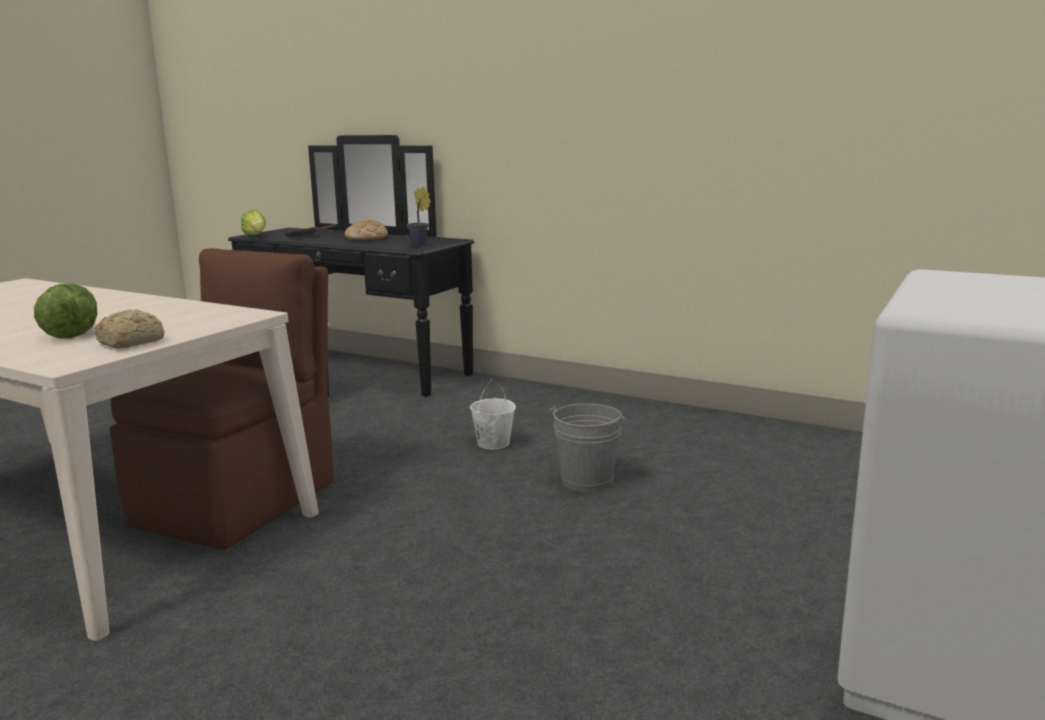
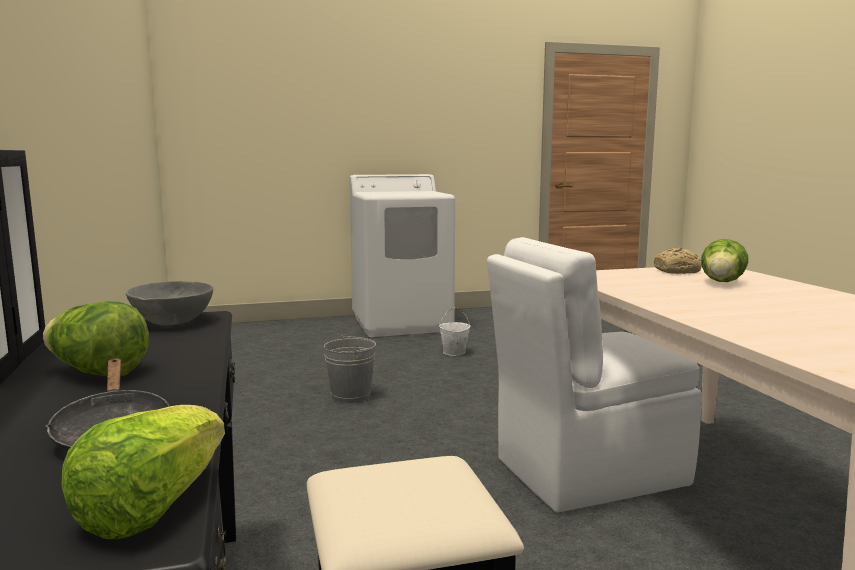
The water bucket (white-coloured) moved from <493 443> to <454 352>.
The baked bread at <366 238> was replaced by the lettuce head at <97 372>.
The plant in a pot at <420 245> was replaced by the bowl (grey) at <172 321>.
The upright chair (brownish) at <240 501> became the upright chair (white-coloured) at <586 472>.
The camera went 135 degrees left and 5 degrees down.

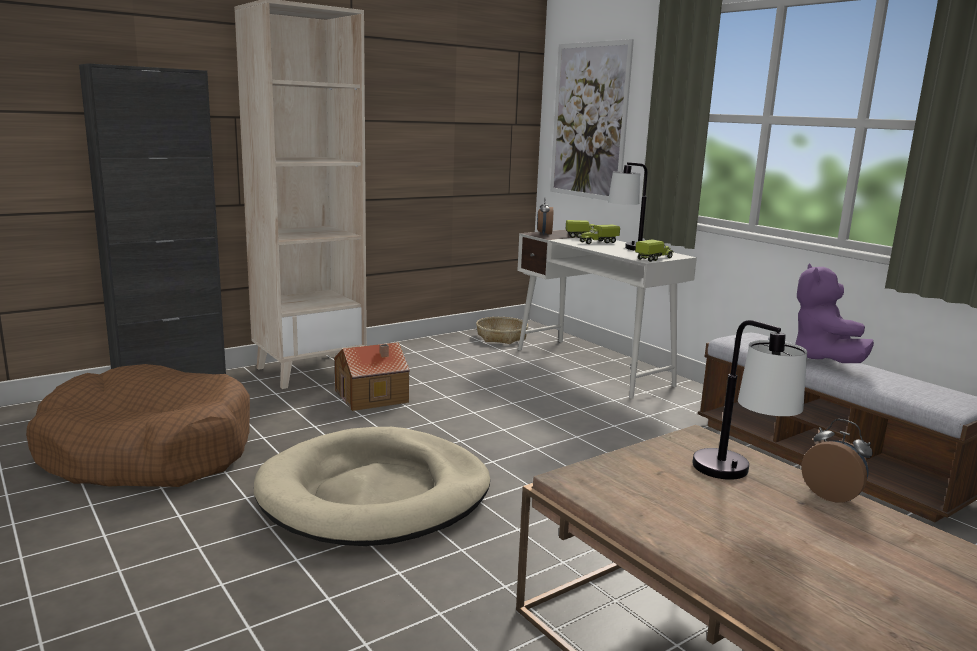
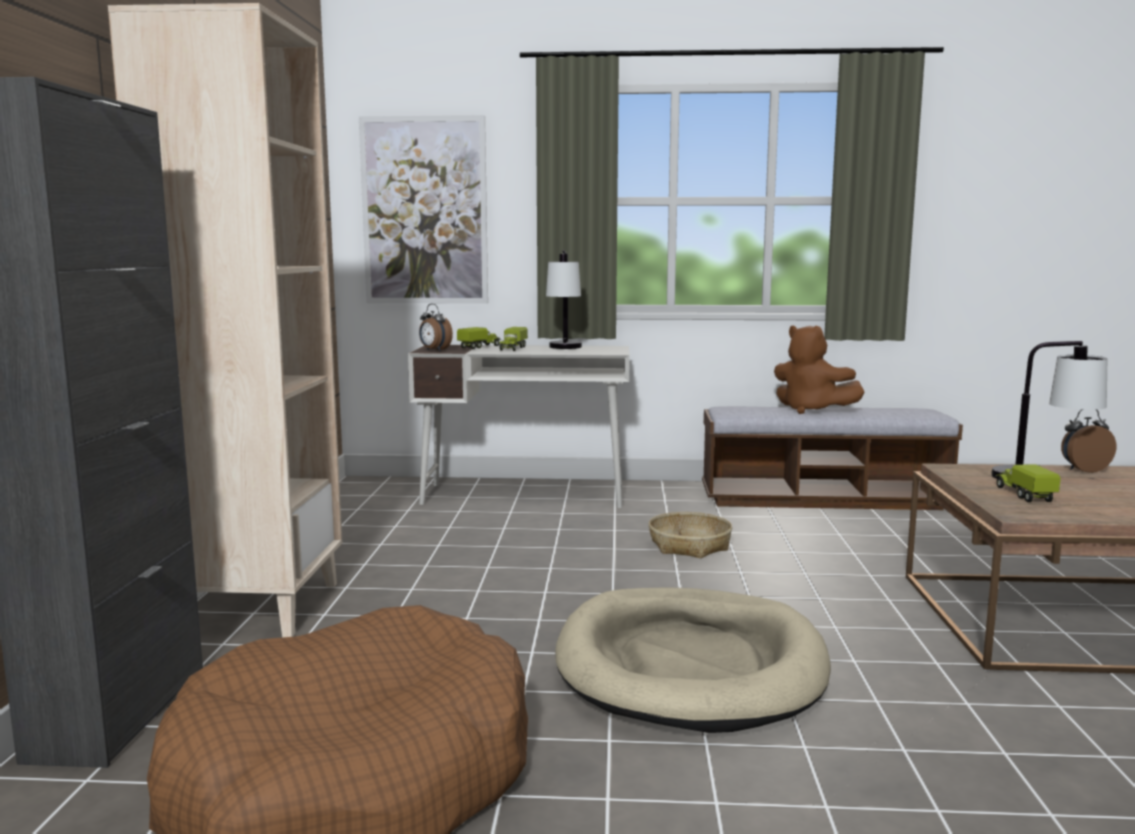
The toy house at <373 396> disappeared.
The basket moved from <501 337> to <689 545>.
The toy lorry moved from <654 259> to <1023 494>.
The plush toy (purplish) at <822 360> became the plush toy (brownish) at <811 410>.
The camera went 50 degrees left and 5 degrees down.

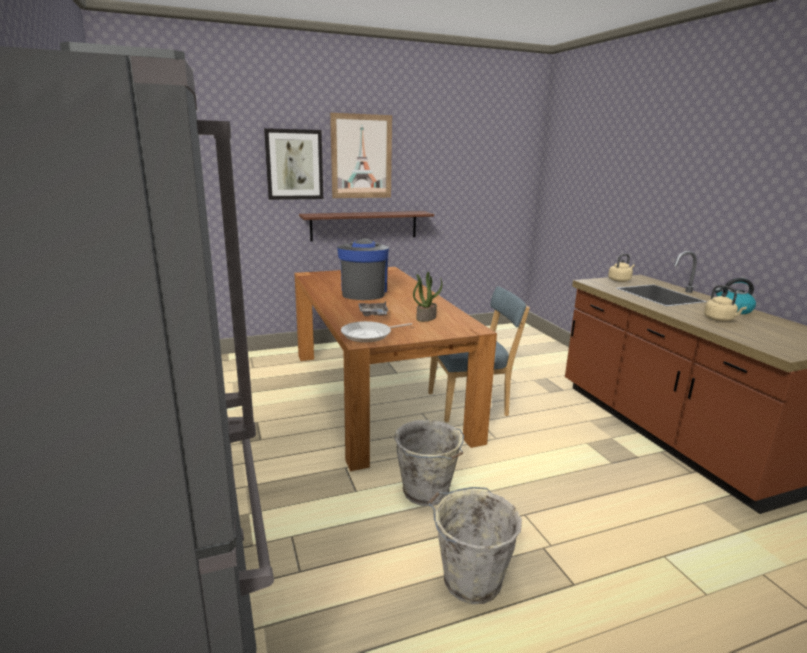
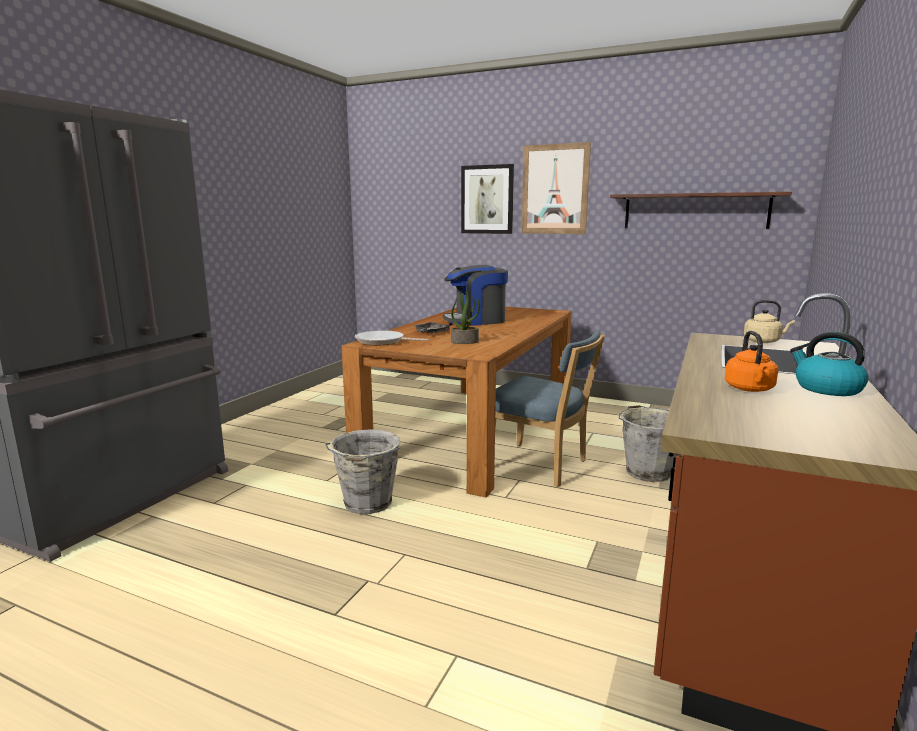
The bracket shelf moved from <364 225> to <695 211>.
The water bucket (grey) moved from <469 579> to <647 472>.
The water kettle (beige) at <720 319> became the water kettle (orange-coloured) at <750 389>.
The coffee machine at <363 292> turned 150 degrees counterclockwise.
The camera went 45 degrees right and 5 degrees down.

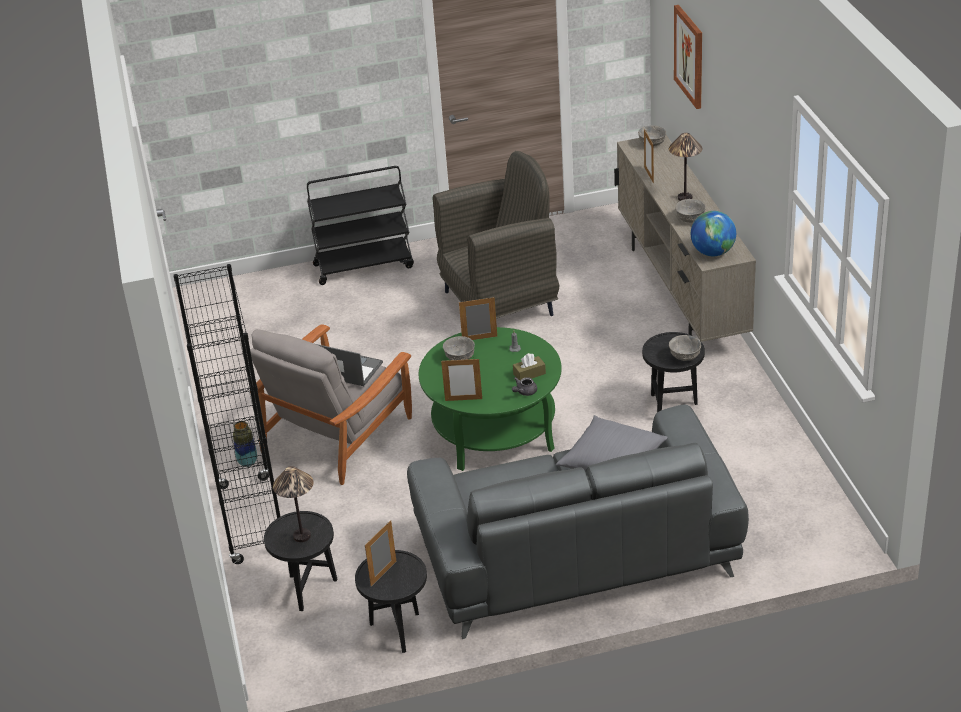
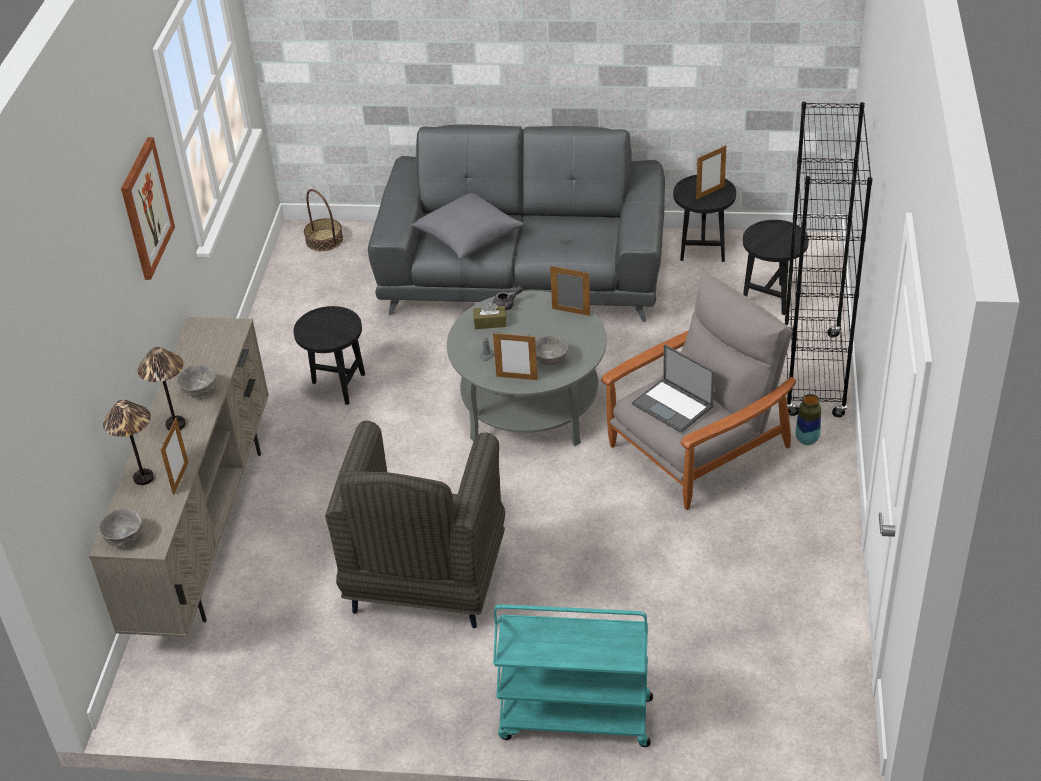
The bowl (grey) at <684 356> disappeared.
The desk globe at <712 252> disappeared.
The basket at <324 240> appeared.
The table lamp moved from <302 536> to <143 478>.
The wall art moved from <689 56> to <146 208>.
The wheeled cart (blackish) at <364 265> became the wheeled cart (blue-green) at <574 719>.
The lounge table (green) at <494 431> became the lounge table (grey) at <530 406>.
The lounge chair (grey) at <500 303> turned 75 degrees counterclockwise.
The camera went 160 degrees left and 5 degrees up.

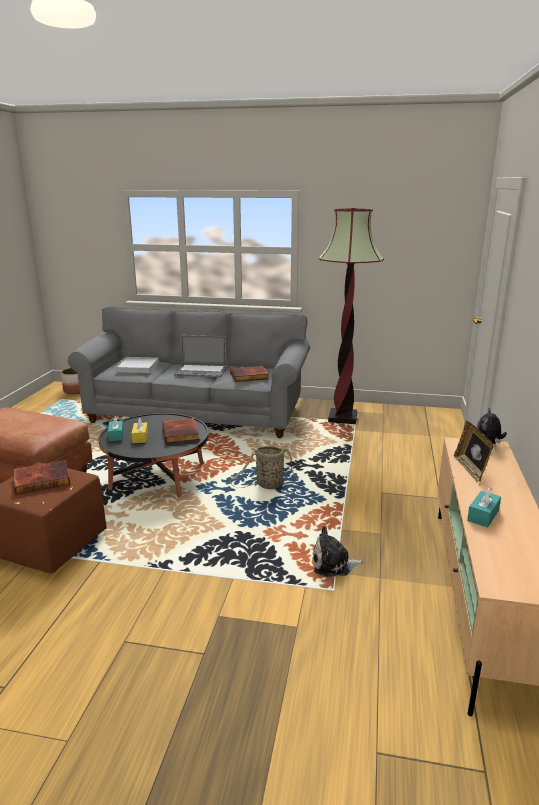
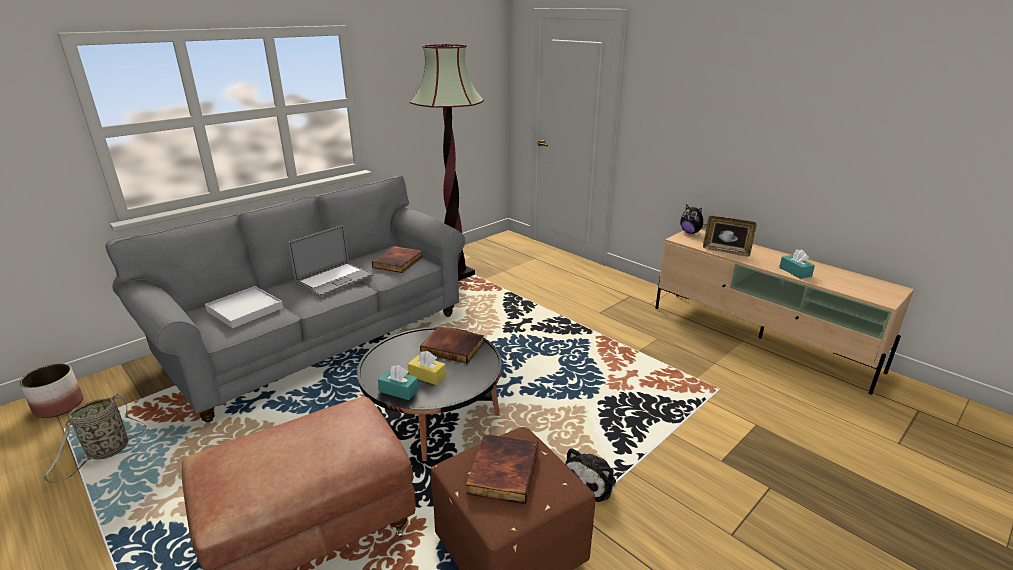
The basket moved from <267 485> to <106 452>.
The plush toy moved from <333 564> to <591 481>.
The camera went 55 degrees left and 5 degrees up.

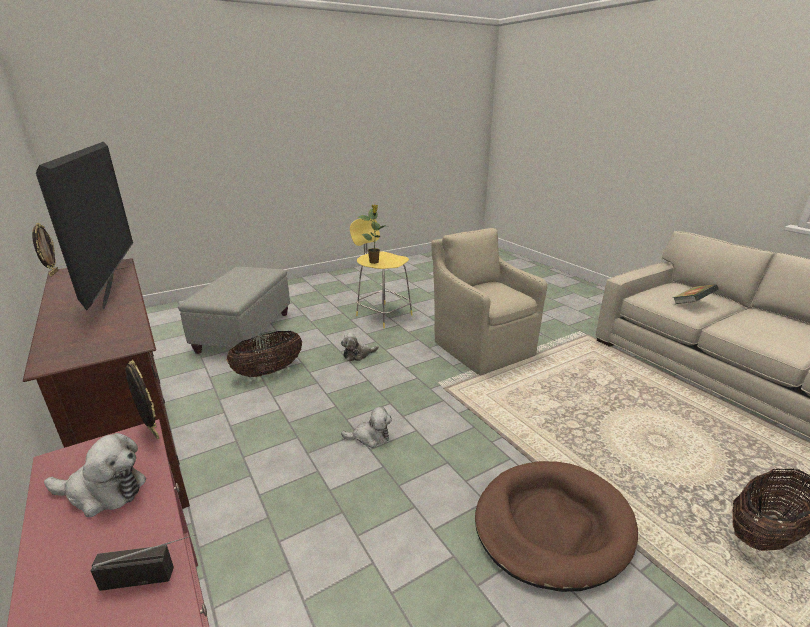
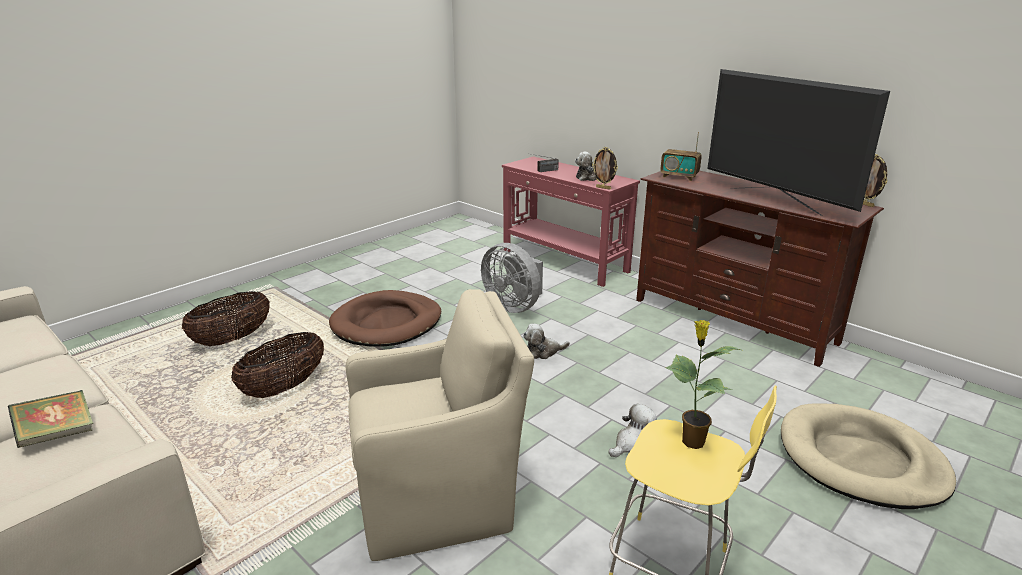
The electric fan (grey) at <514 306> appeared.
The radio set at <679 177> appeared.
The basket moved from <268 371> to <284 387>.
The pouffe (grey) at <245 331> was replaced by the pet bed (beige) at <860 460>.
The lounge chair (beige) at <481 347> turned 60 degrees counterclockwise.
The camera went 165 degrees right and 0 degrees up.

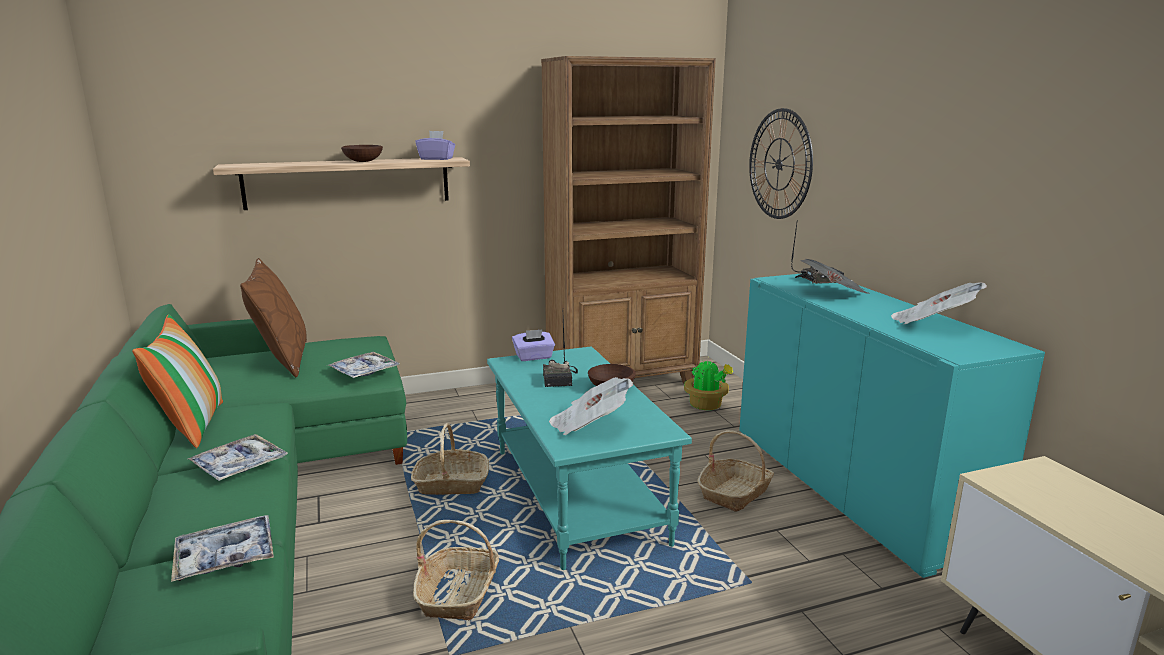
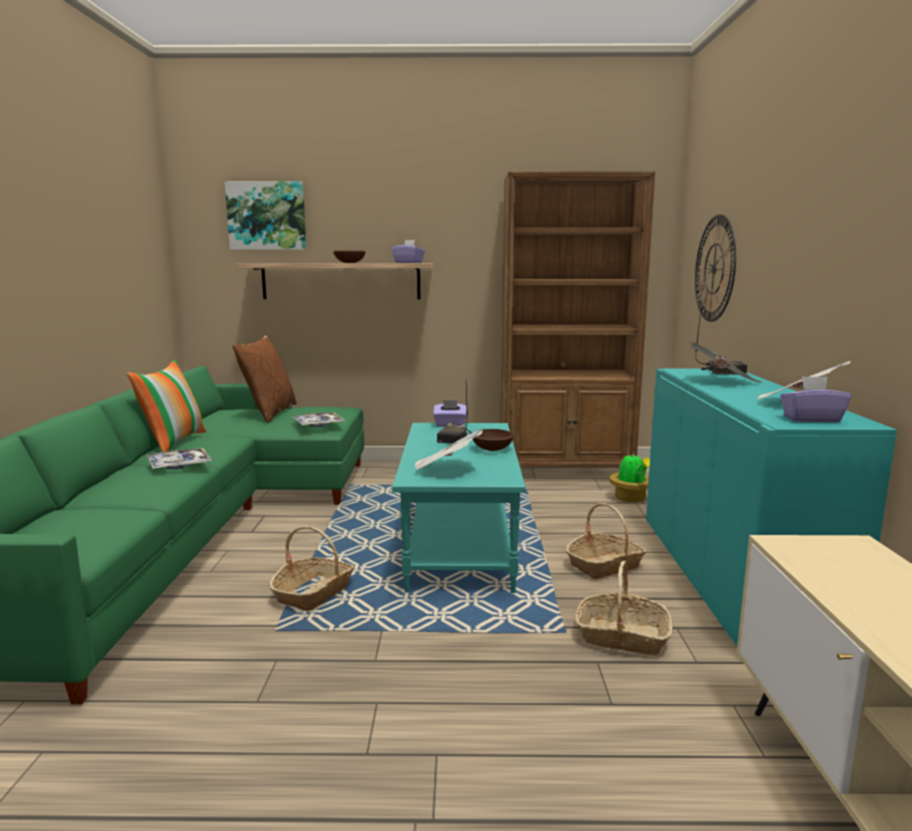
The carrying tray at <225 557> disappeared.
The wall art at <267 216> appeared.
The tissue holder (purplish) at <811 419> appeared.
The basket moved from <451 484> to <621 636>.
The camera went 20 degrees right and 5 degrees down.

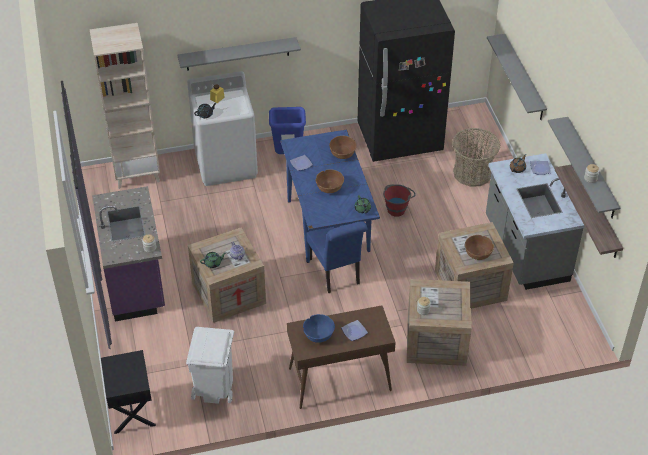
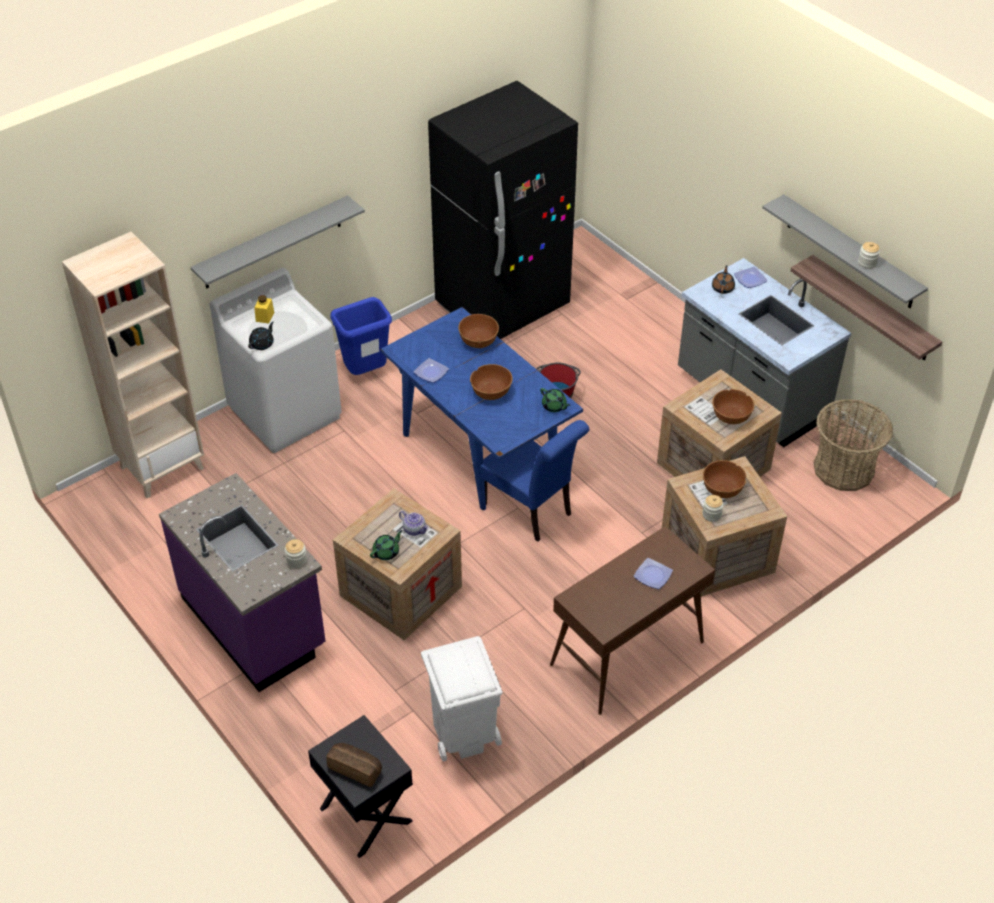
The bowl (blue) at <318 335> disappeared.
The bracket shelf (grey) at <524 78> disappeared.
The baked bread at <356 768> appeared.
The bowl (brownish) at <722 489> appeared.
The basket moved from <472 173> to <844 469>.
The camera went 25 degrees left and 0 degrees up.

